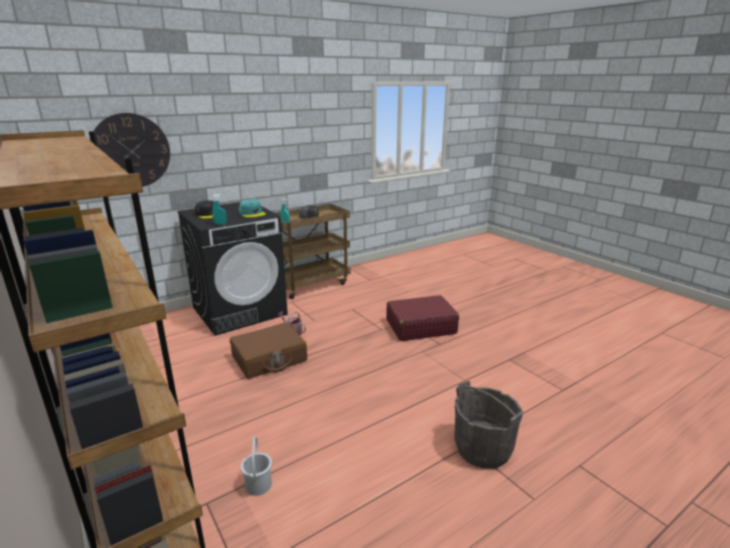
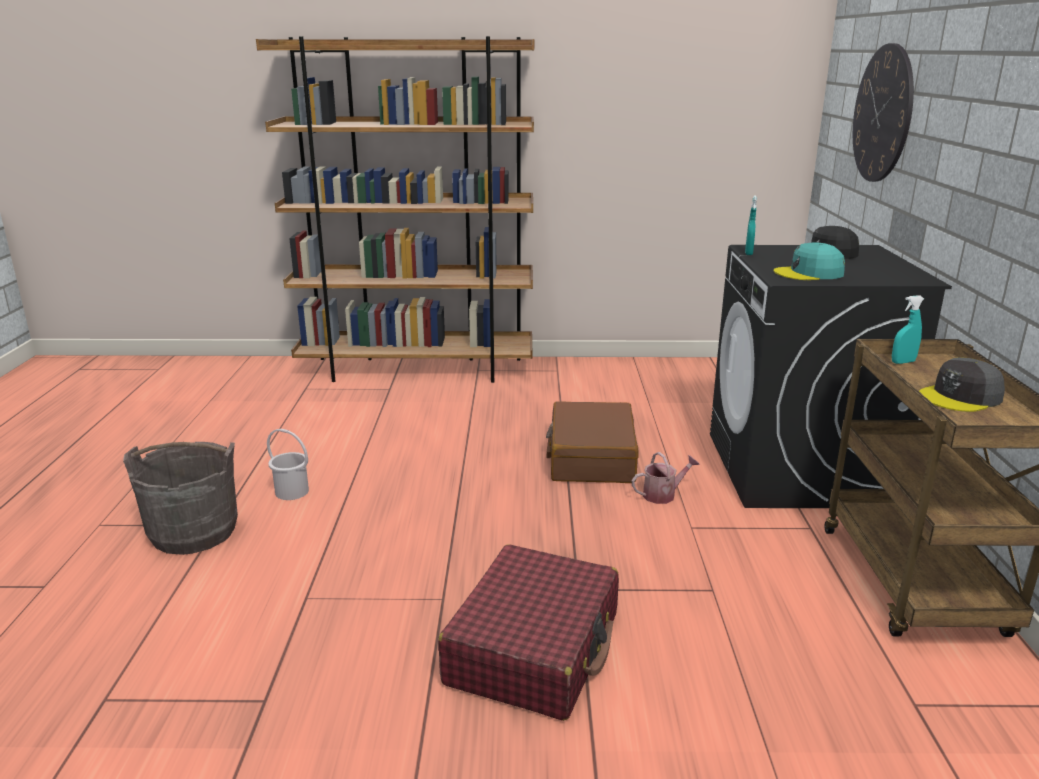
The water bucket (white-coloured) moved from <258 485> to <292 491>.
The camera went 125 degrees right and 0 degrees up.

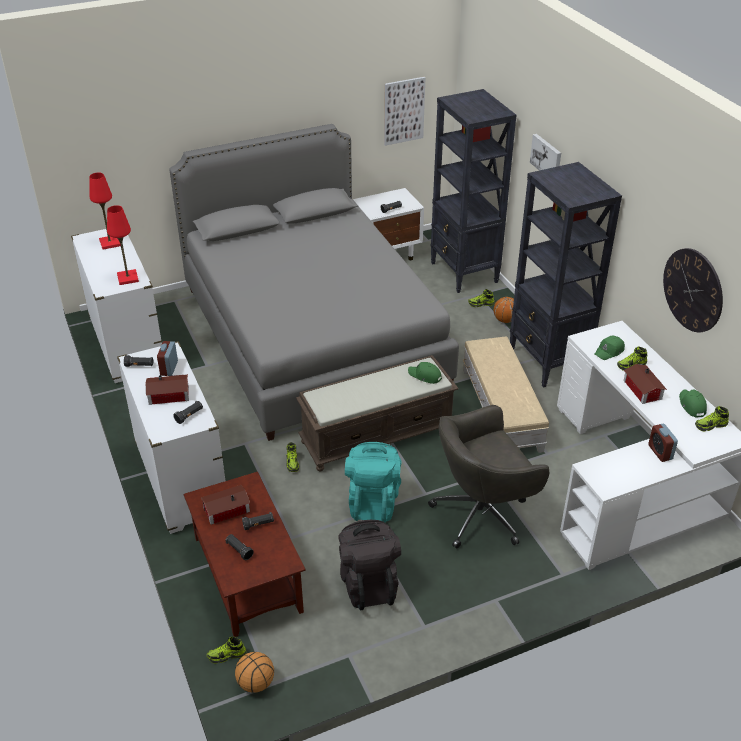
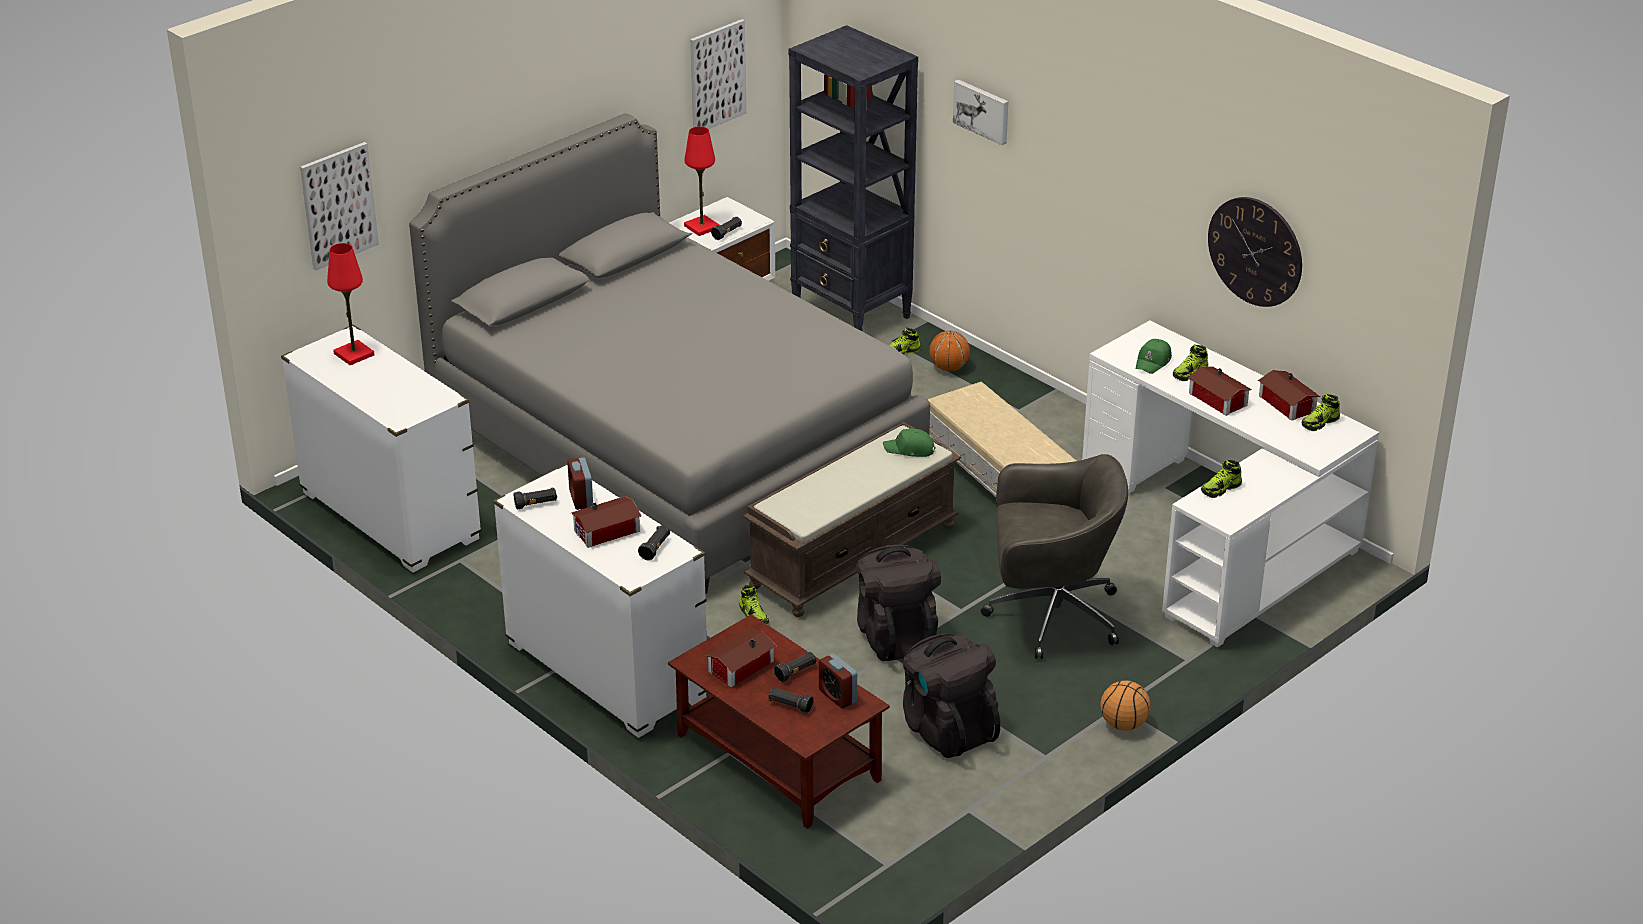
The bookcase (blackish) at <548 362> disappeared.
The wall art at <338 205> appeared.
The table lamp (red) moved from <128 278> to <702 227>.
The item of footwear moved from <227 655> to <1221 489>.
The ball for basketball moved from <256 682> to <1123 724>.
The alarm clock moved from <660 452> to <837 696>.
The baseball cap (green) at <691 405> was replaced by the toy house at <1286 405>.
The knapsack (blue-green) at <373 501> became the knapsack (blackish) at <896 636>.
The office chair (grey) at <482 513> turned 135 degrees counterclockwise.
The camera went 20 degrees left and 5 degrees down.

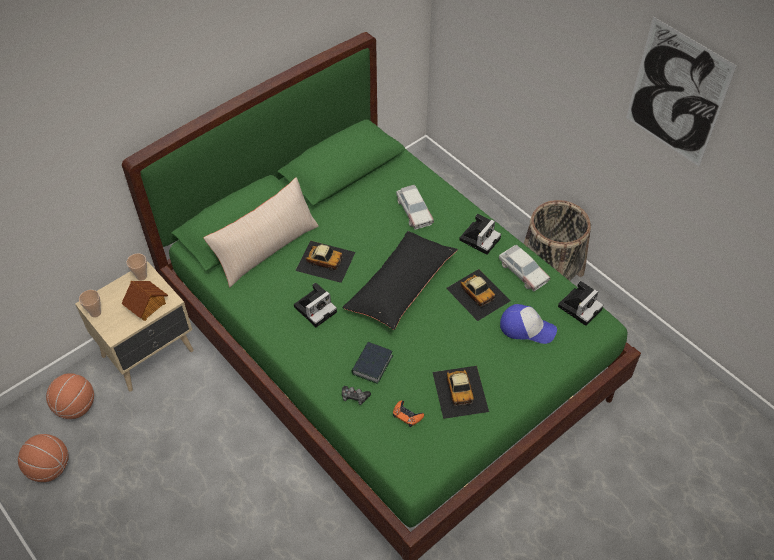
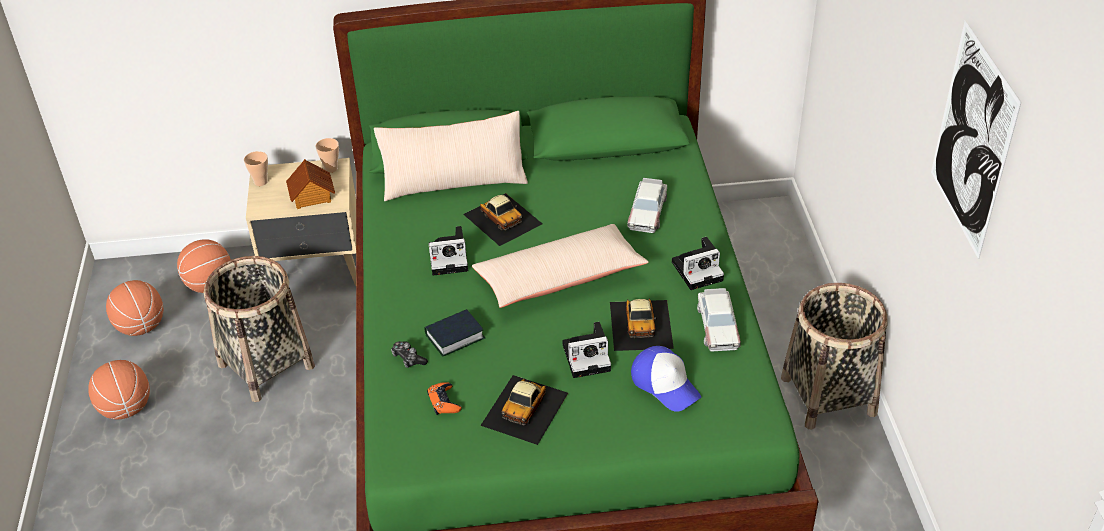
The ball for basketball at <126 408> appeared.
The basket at <266 366> appeared.
The still camera moved from <580 306> to <588 356>.
The throw pillow (blackish) at <401 287> became the throw pillow (beige) at <559 278>.
The camera went 35 degrees right and 10 degrees down.

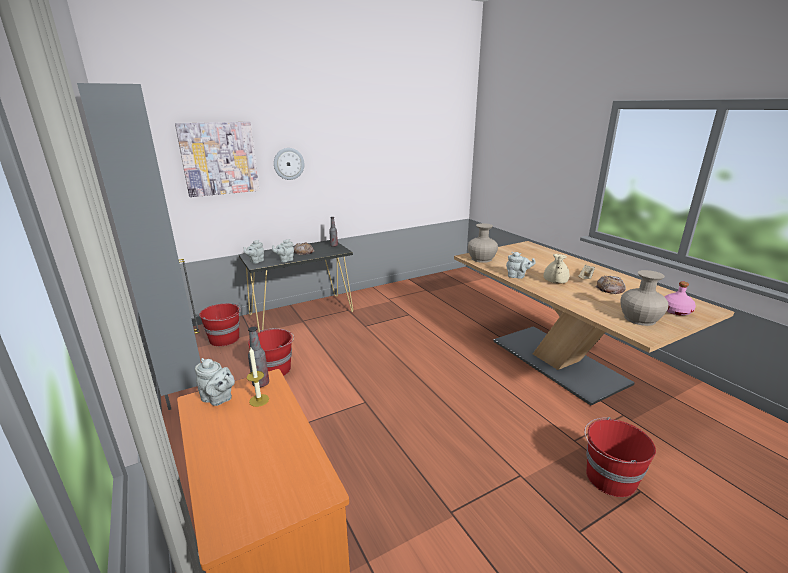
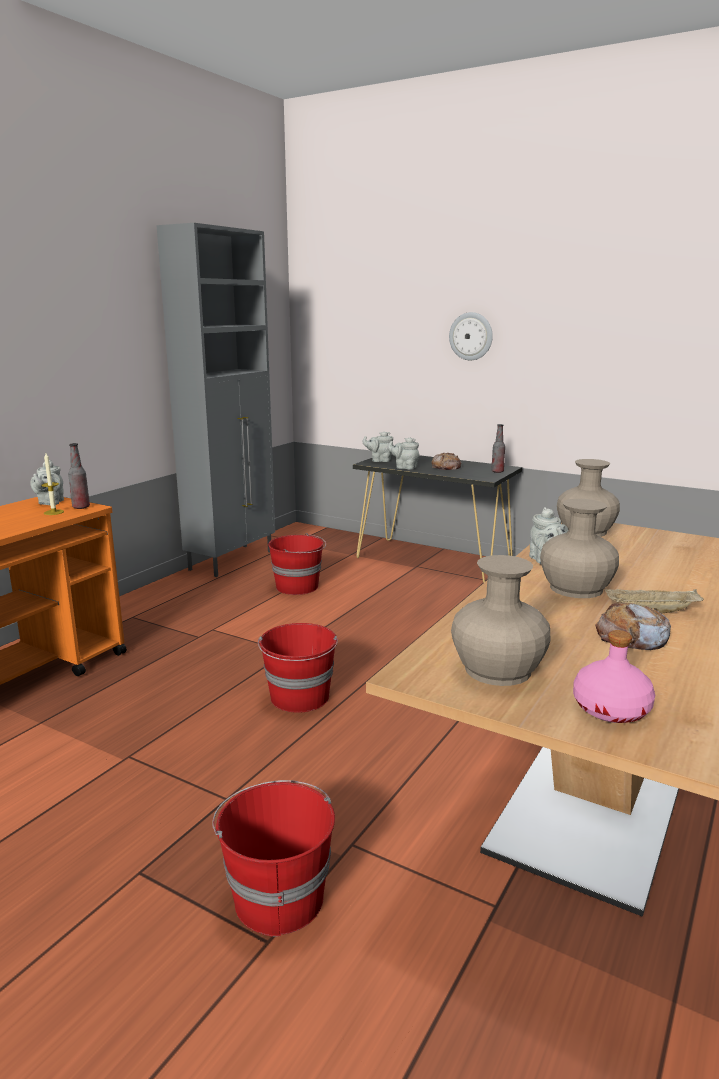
The wall art at <219 158> disappeared.
The water bucket (red) moved from <225 339> to <300 697>.
The teapot (beige) at <555 281> was replaced by the flower vase (beige) at <576 588>.
The camera went 60 degrees right and 5 degrees down.

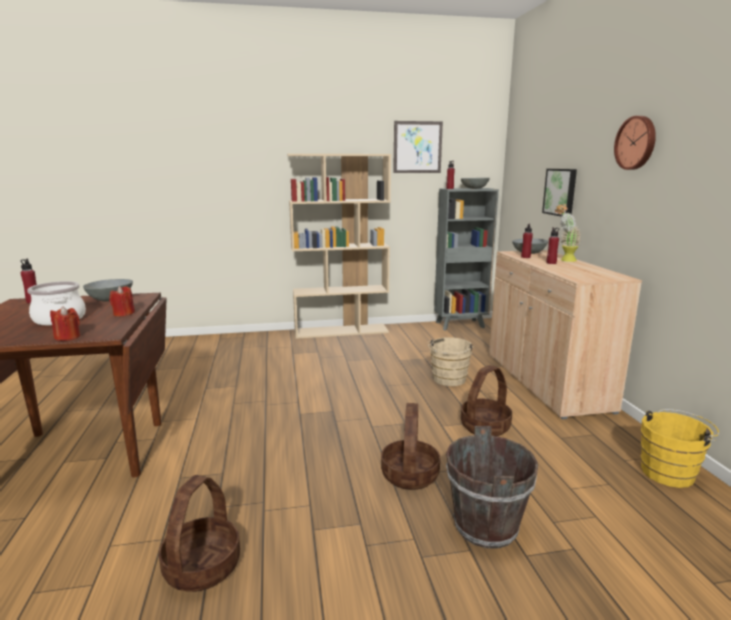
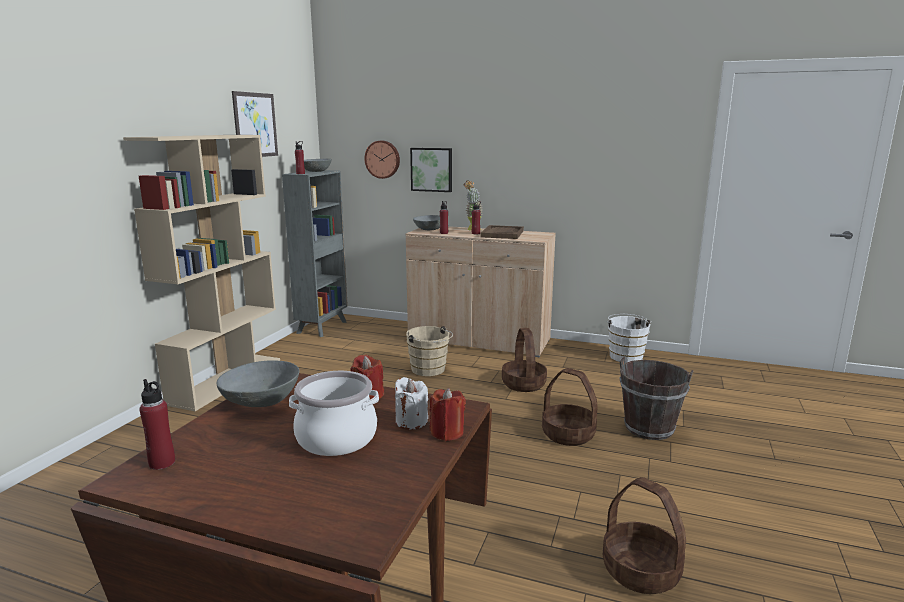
The candle (white-coloured) at <411 422> appeared.
The carrying tray (brownish) at <502 234> appeared.
The clock on the wall moved from <636 143> to <383 159>.
The water bucket (yellow-coloured) at <670 472> became the water bucket (white-coloured) at <625 356>.
The camera went 60 degrees left and 0 degrees up.

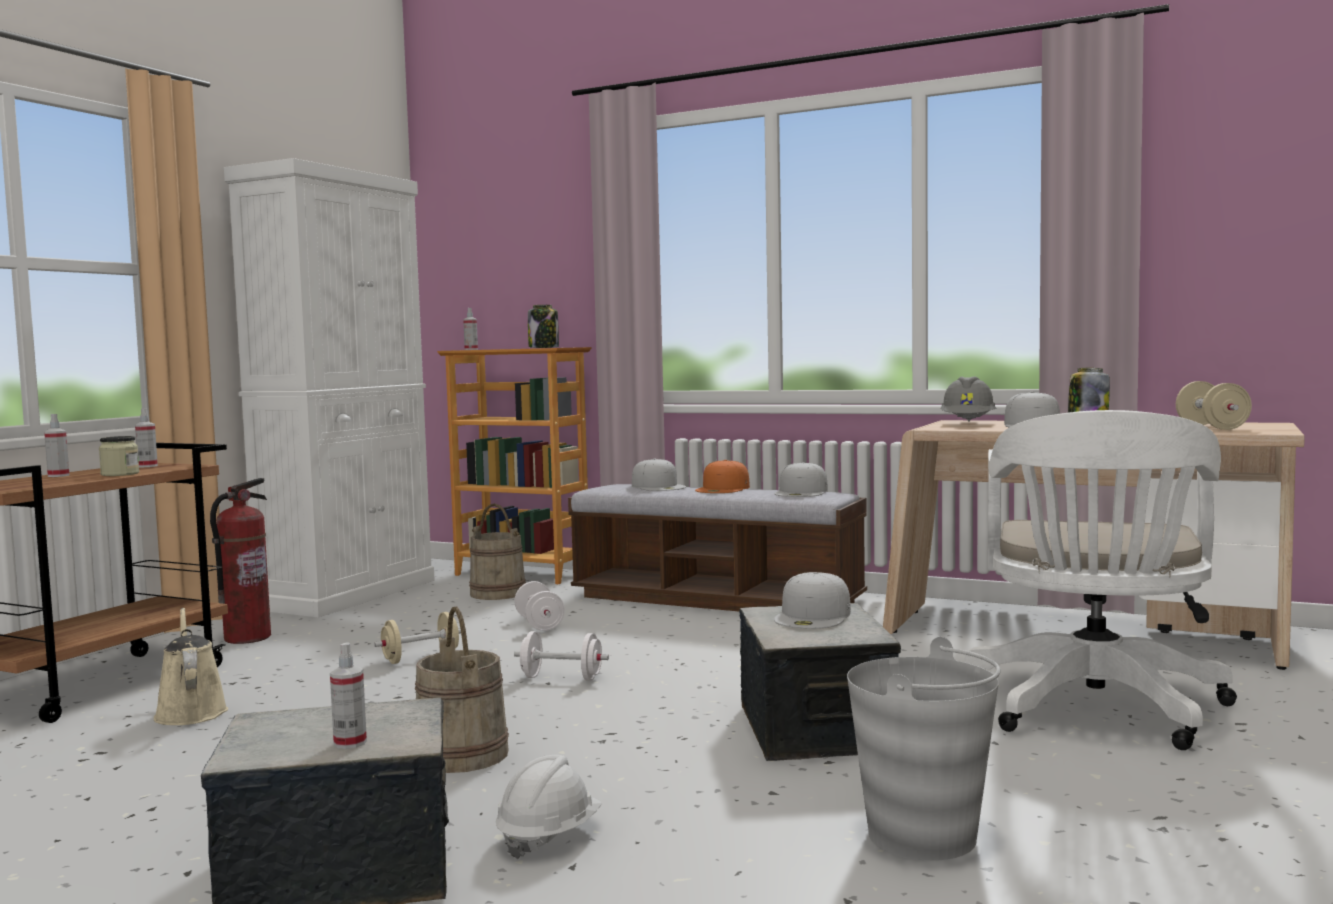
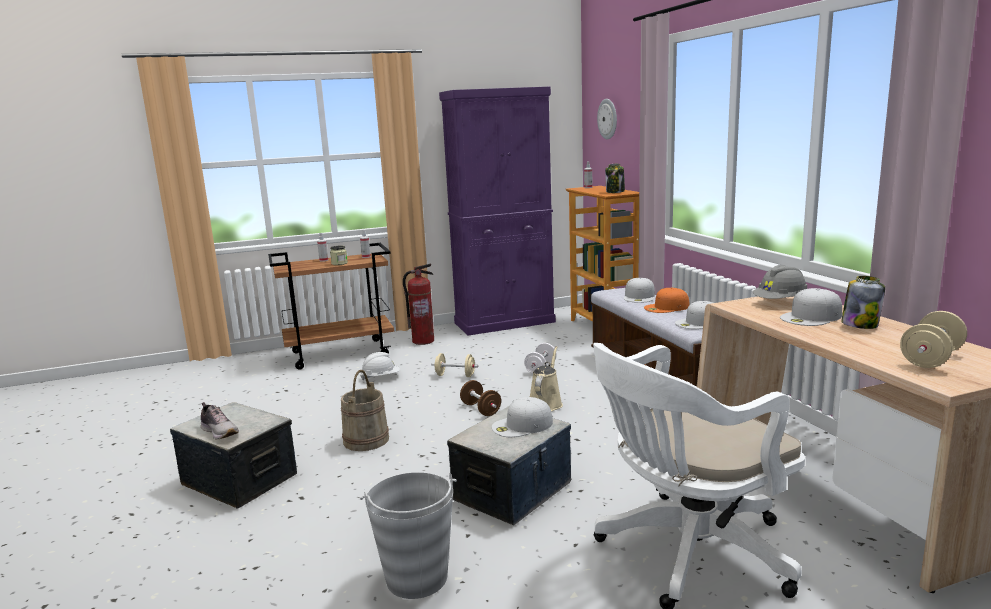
The water bucket (beige) at <498 593> disappeared.
The clock on the wall at <608 119> appeared.
The watering can (beige) moved from <190 712> to <546 403>.
The work helmet (white-coloured) moved from <548 836> to <381 377>.
The hand sprayer at <350 743> was replaced by the item of footwear at <220 432>.
The cabinet (white-coloured) at <348 594> became the cabinet (purplish) at <505 322>.
The hand weight (white-coloured) at <561 678> became the hand weight (brownish) at <481 409>.
The camera went 45 degrees right and 10 degrees up.

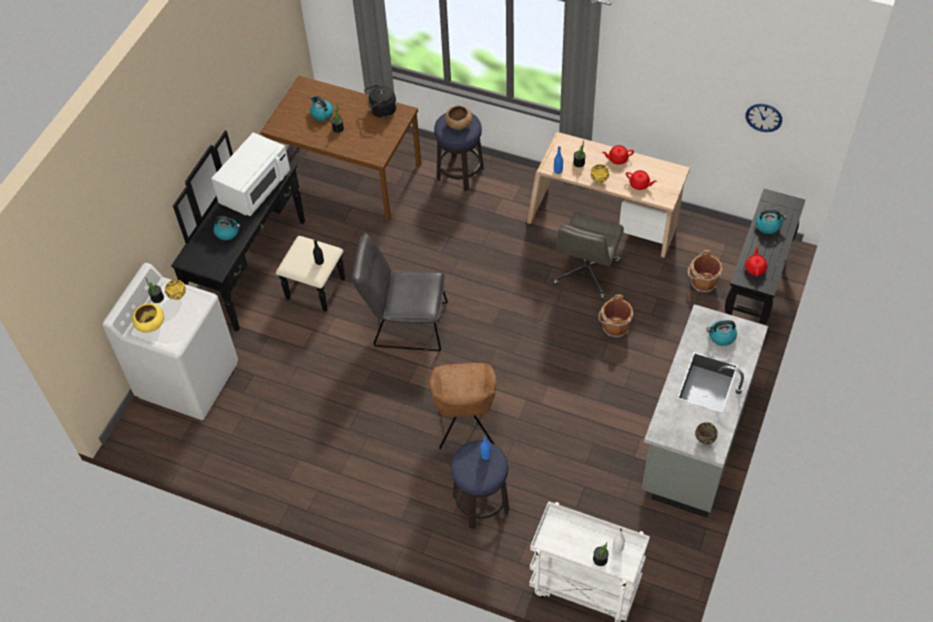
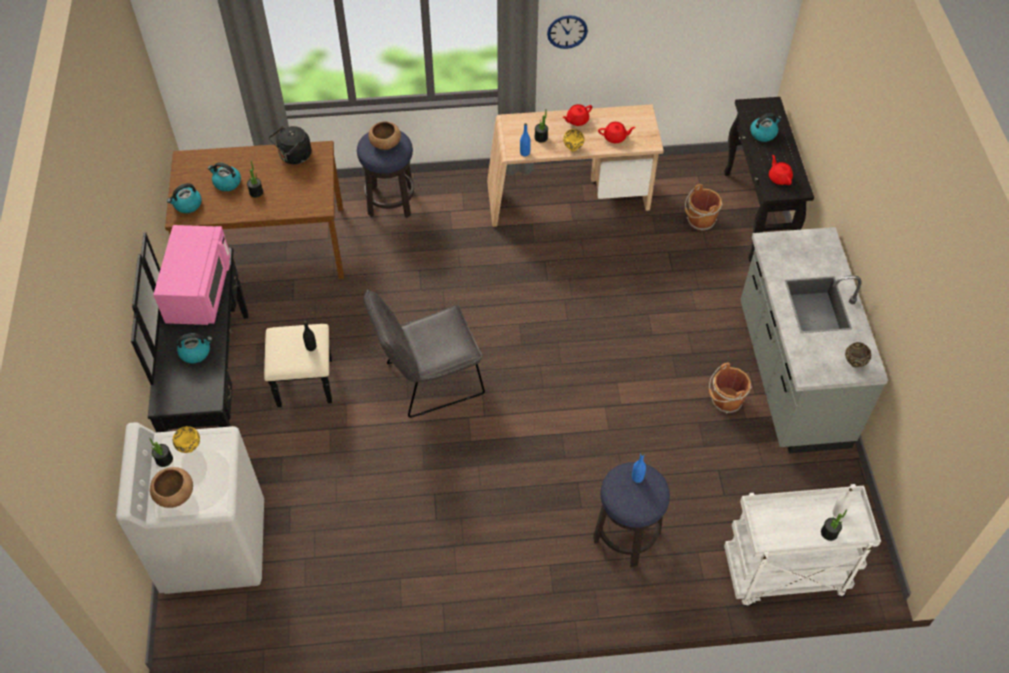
The upright chair (brownish) at <465 426> disappeared.
The office chair (grey) at <586 273> disappeared.
The water bucket (brownish) moved from <614 327> to <725 401>.
The water kettle moved from <721 336> to <187 205>.
The clock on the wall moved from <764 117> to <567 31>.
The bowl (yellow-coloured) at <150 324> became the bowl (brownish) at <174 494>.
The kitchen microwave (white-coloured) at <255 188> became the kitchen microwave (pinkish) at <199 291>.
The camera went 30 degrees left and 0 degrees up.

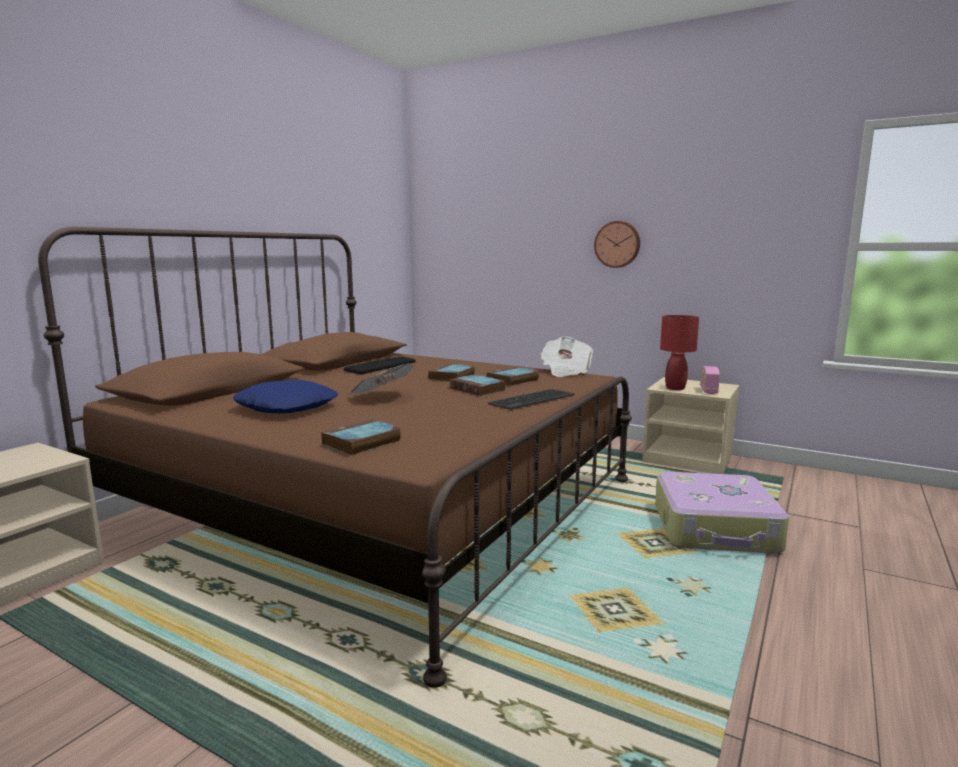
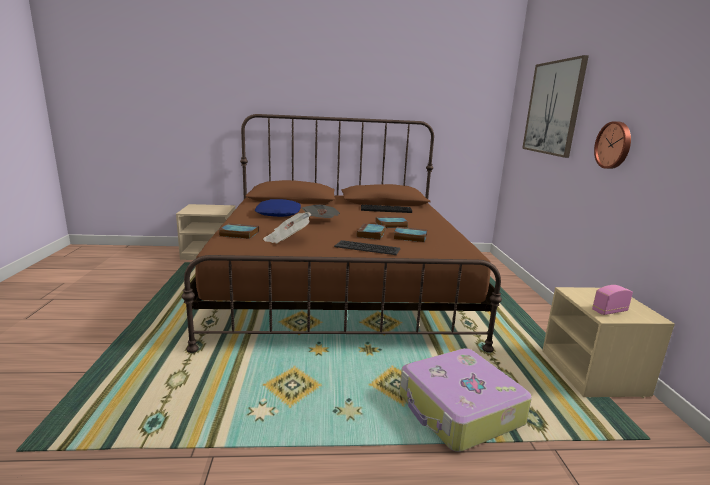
The table lamp (red) at <675 388> disappeared.
The wall art at <553 108> appeared.
The newspaper moved from <565 371> to <287 240>.
The camera went 55 degrees right and 5 degrees up.

